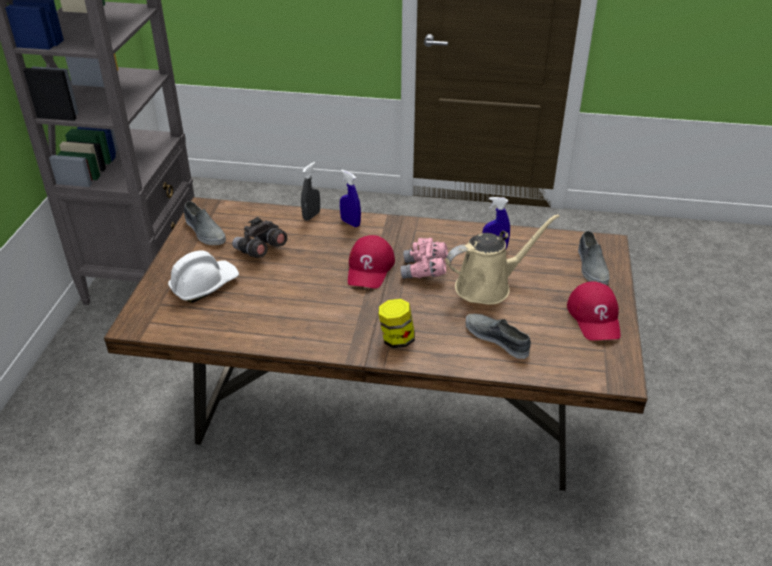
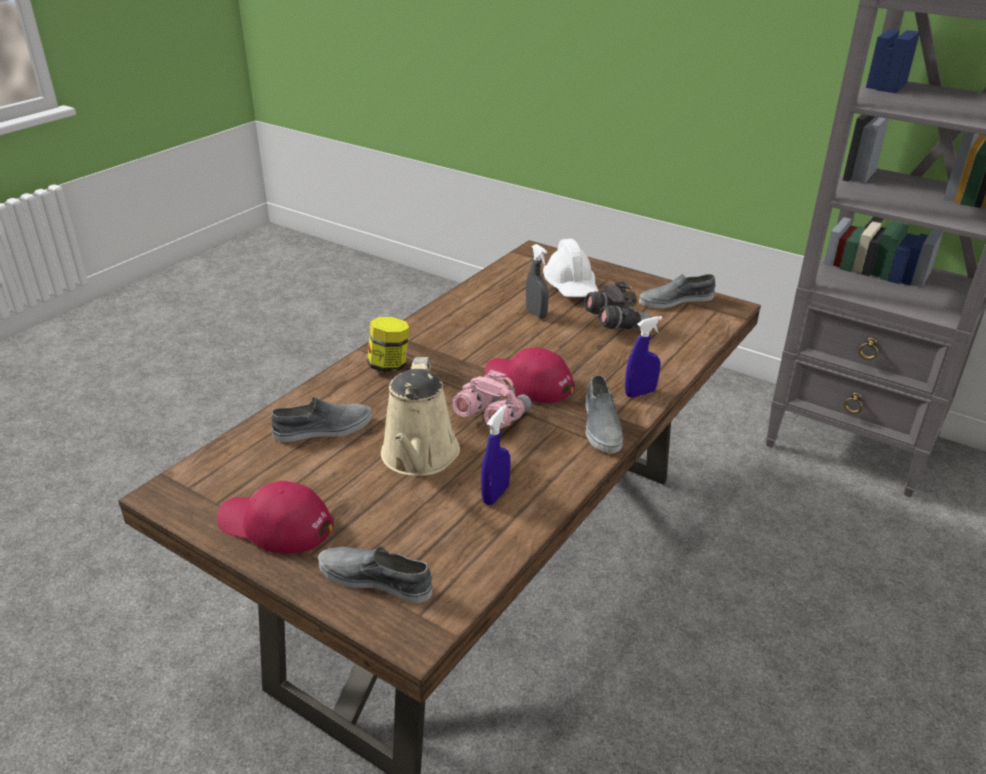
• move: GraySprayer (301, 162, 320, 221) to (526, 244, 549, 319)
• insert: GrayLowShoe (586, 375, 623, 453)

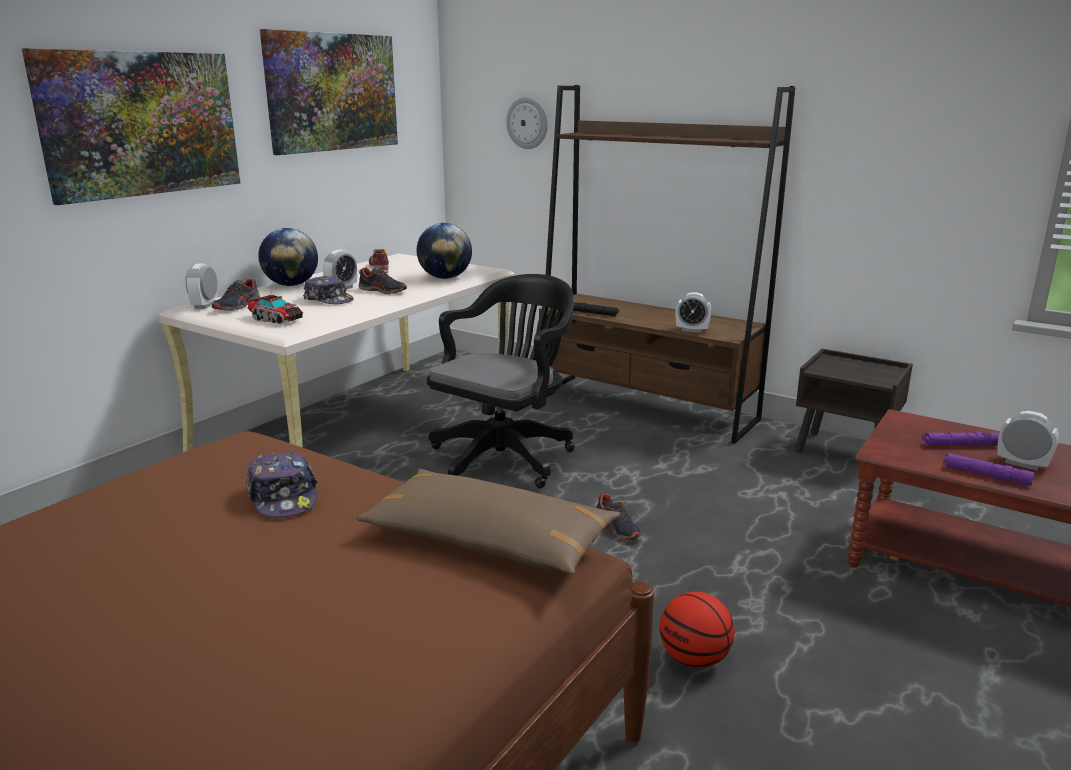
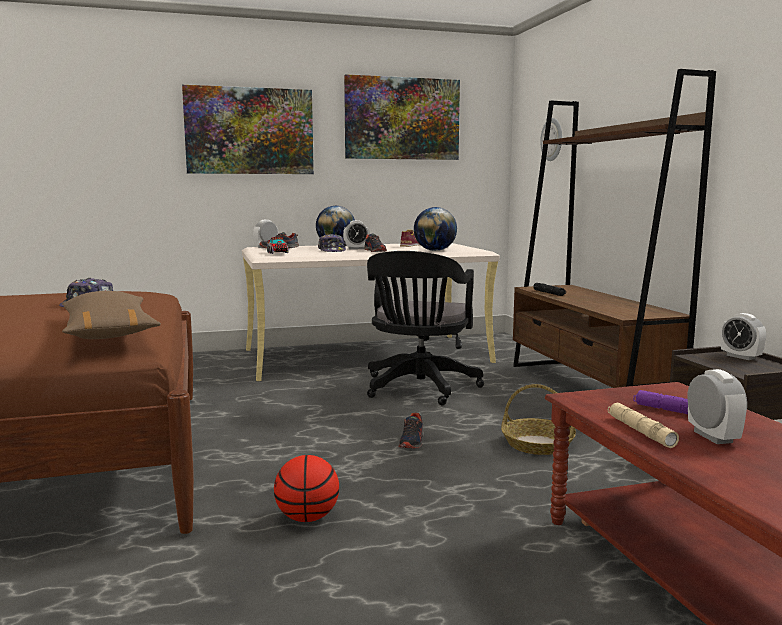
• rotate: BlackOfficeChair (427, 274, 575, 488) = (367, 251, 484, 406) 120 degrees clockwise
• move: TableClock (675, 292, 712, 333) to (721, 313, 766, 360)
• recolor: PurpleFlashlight (943, 453, 1035, 486) to BeigeColouredFlashlight (608, 402, 679, 448)
• insert: HouseholdBasket (501, 384, 576, 455)

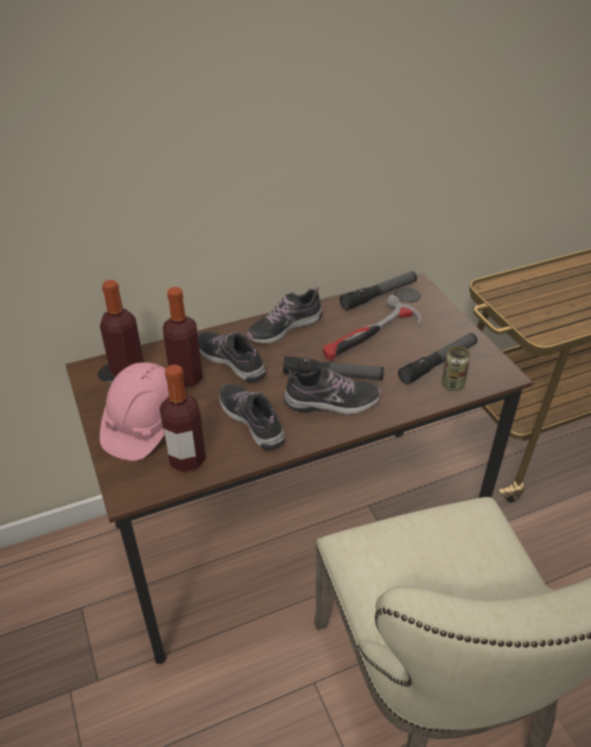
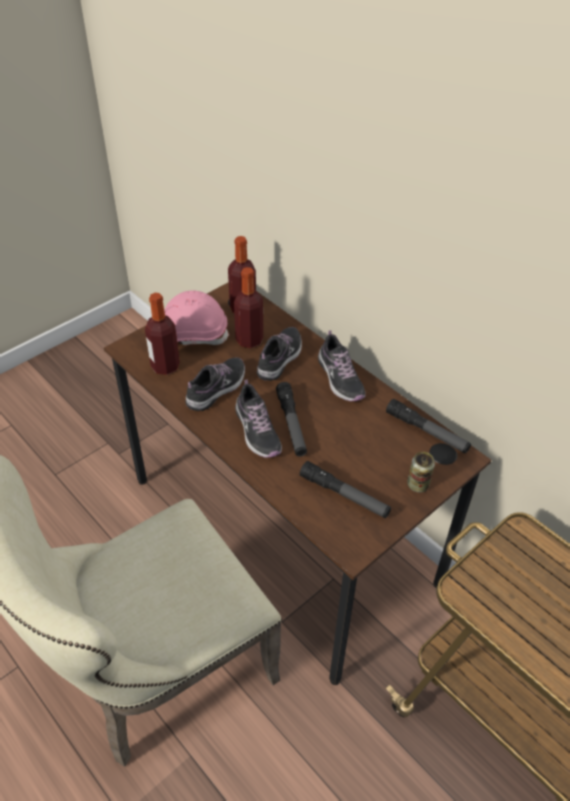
• rotate: LowShoe (247, 286, 323, 344) = (318, 330, 365, 401) 150 degrees counterclockwise
• delete: Hammer (323, 295, 422, 361)
• move: Can (442, 346, 470, 391) to (407, 452, 435, 492)

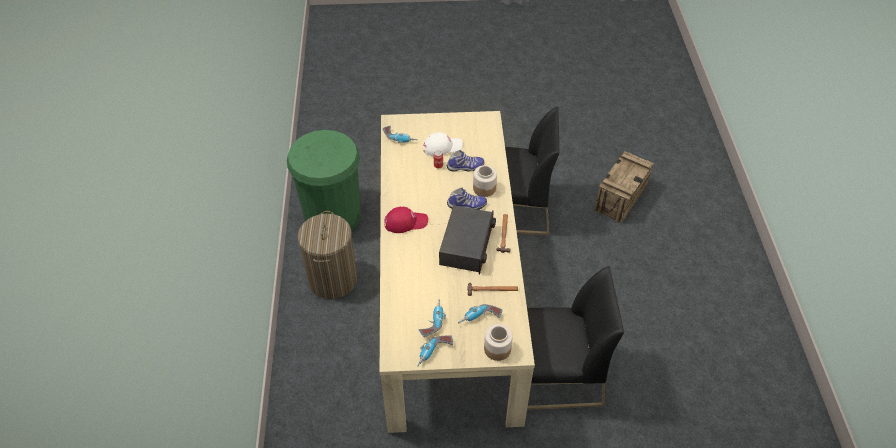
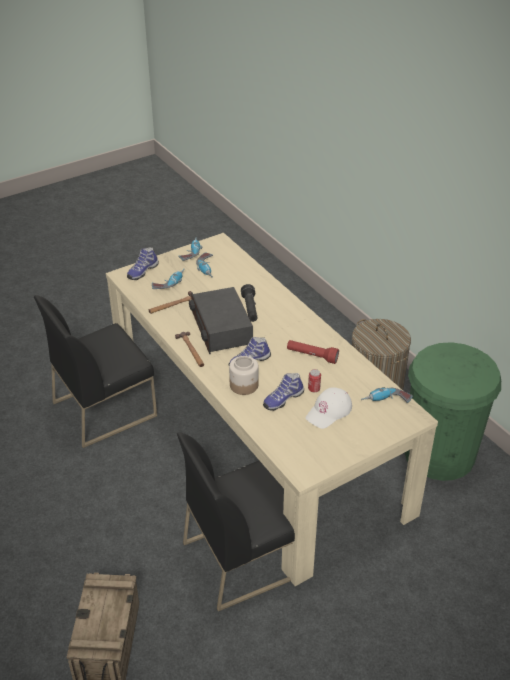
• delete: RedCap (384, 207, 428, 233)
• replace: Jar (484, 324, 513, 361) to LowShoe (127, 247, 159, 280)
• insert: BlackFlashlight (241, 284, 258, 322)
• insert: RedFlashlight (287, 340, 339, 364)

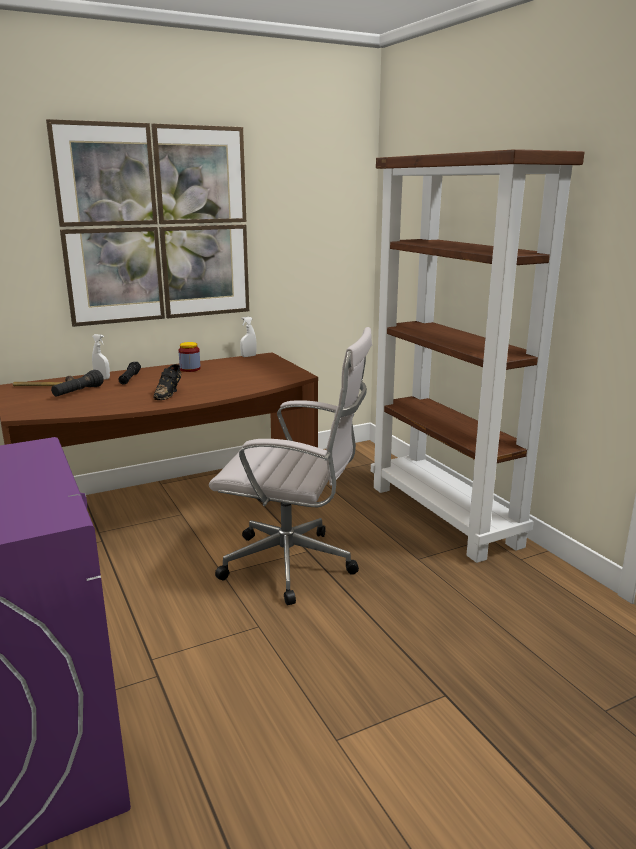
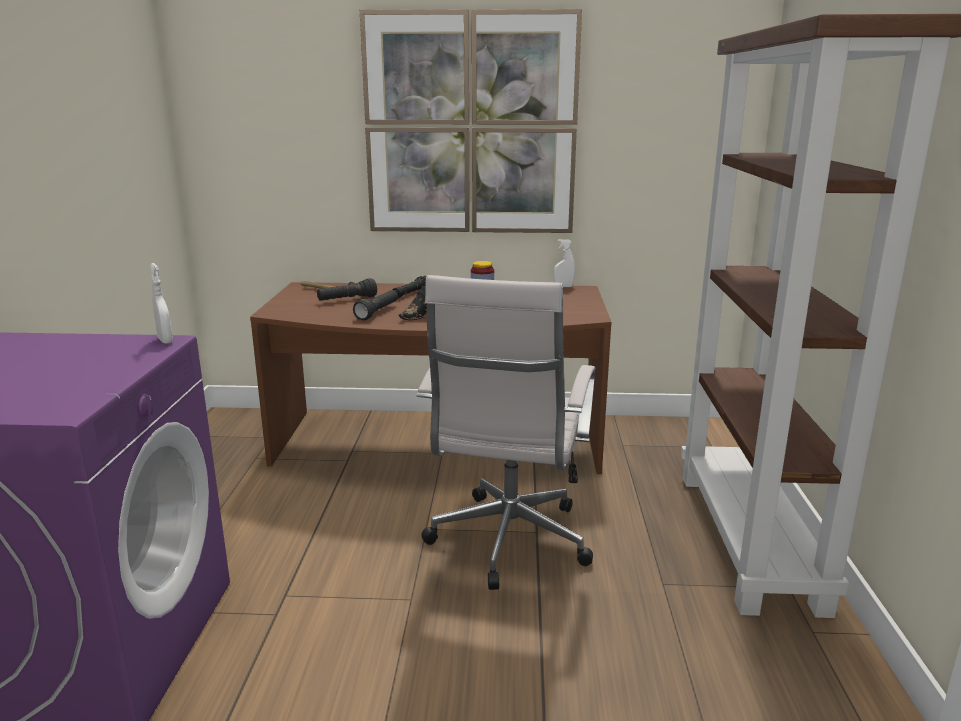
• move: WhiteSprayer (92, 334, 110, 379) to (150, 263, 173, 344)
• rotate: WhiteOfficeChair (209, 327, 372, 605) = (416, 275, 596, 590) 60 degrees clockwise
• insert: BlackFlashlight (353, 290, 398, 320)

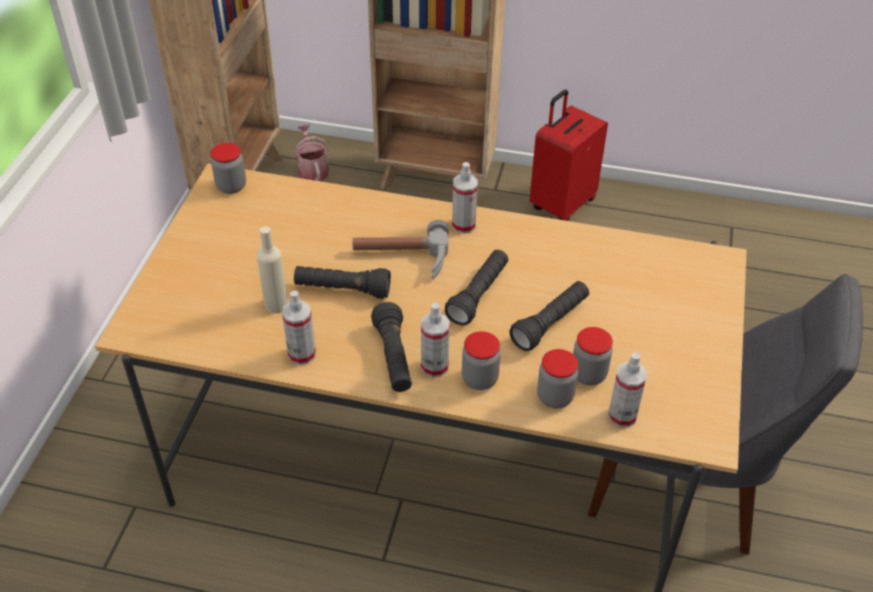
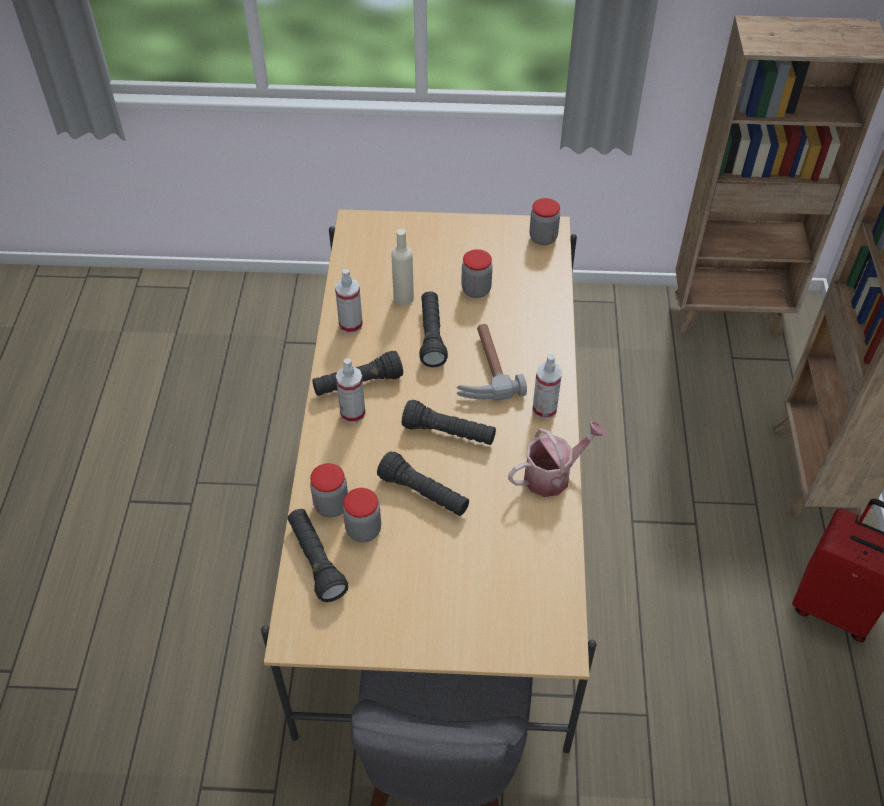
• move: SprinklingCan (295, 124, 329, 181) to (508, 421, 606, 497)
• move: Jar (462, 331, 501, 390) to (461, 249, 493, 298)
• replace: Sprayer (608, 352, 647, 428) to BlackFlashlight (288, 509, 348, 602)

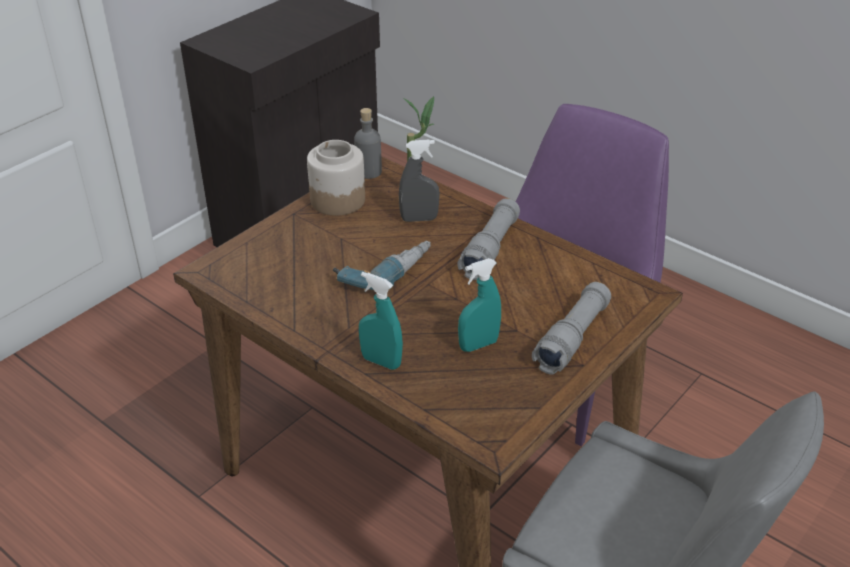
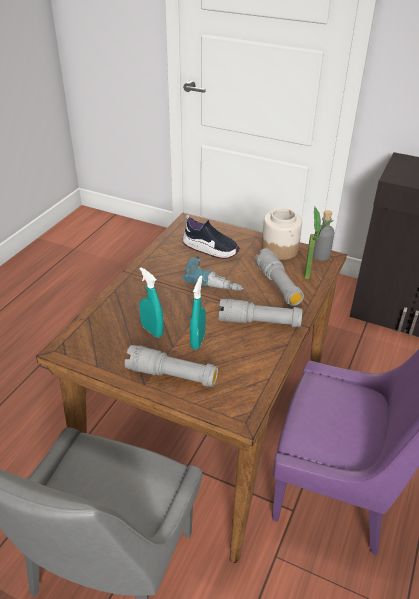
• move: BlueGreenSprayer (359, 272, 403, 370) to (190, 275, 206, 350)
• replace: GraySprayer (399, 139, 440, 222) to GrayFlashlight (255, 248, 304, 306)
• insert: LowShoe (182, 215, 240, 259)

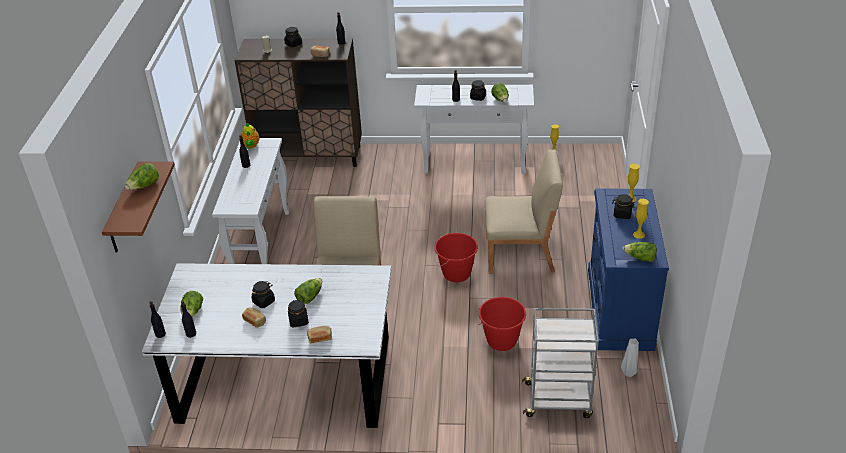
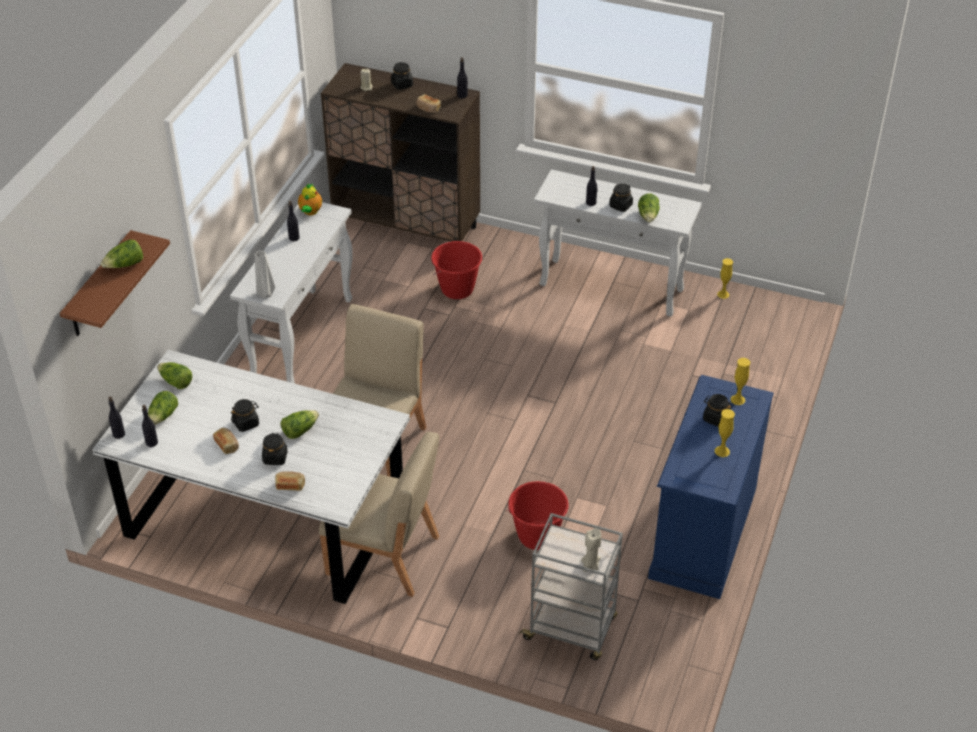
• move: RedPail (434, 233, 478, 282) to (431, 241, 482, 299)
• move: BeigeColouredPlainChair (485, 149, 563, 274) to (319, 432, 439, 597)
• move: GrayFlowerVase (621, 339, 639, 377) to (255, 250, 275, 298)
• move: Lettuce (623, 242, 657, 262) to (157, 362, 192, 389)
• insert: BeigeColouredCandle (581, 528, 601, 572)

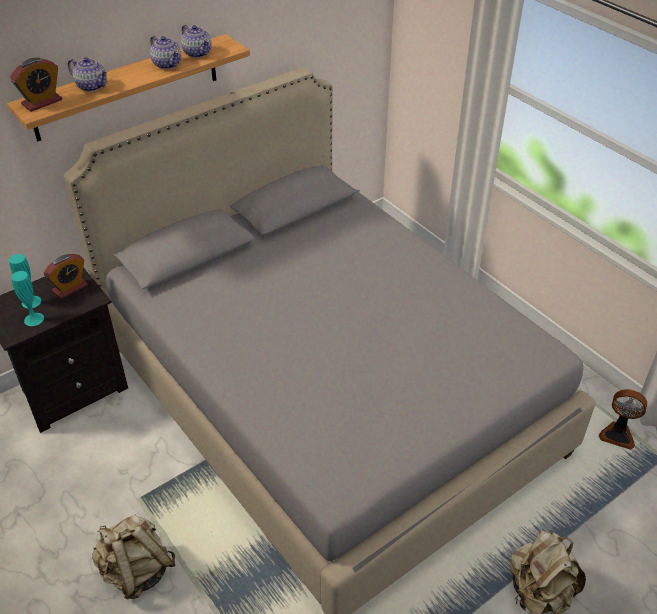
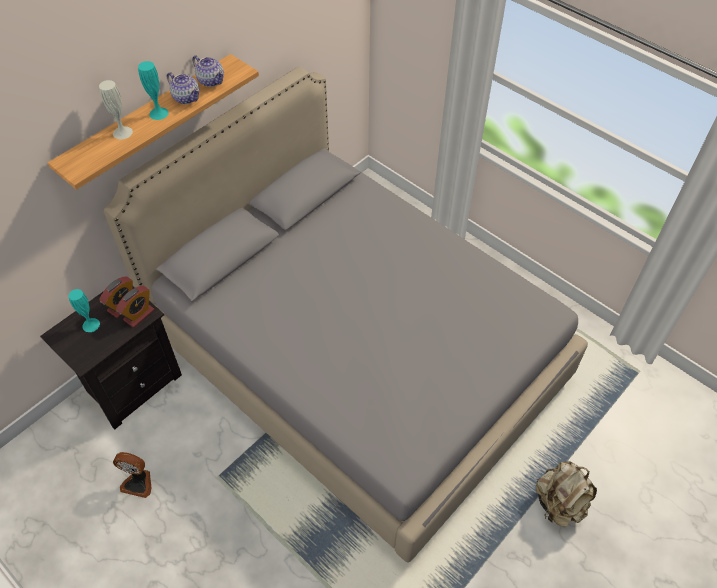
• move: TableClock (10, 58, 62, 112) to (116, 286, 154, 328)
• move: BlueGreenFlowerVase (11, 271, 44, 326) to (138, 61, 169, 120)
• replace: Teapot (68, 57, 108, 92) to WhiteFlowerVase (99, 80, 133, 139)
• delete: BeigeColouredRucksack (92, 514, 175, 599)
• move: ElectricFan (599, 389, 647, 450) to (113, 452, 151, 498)

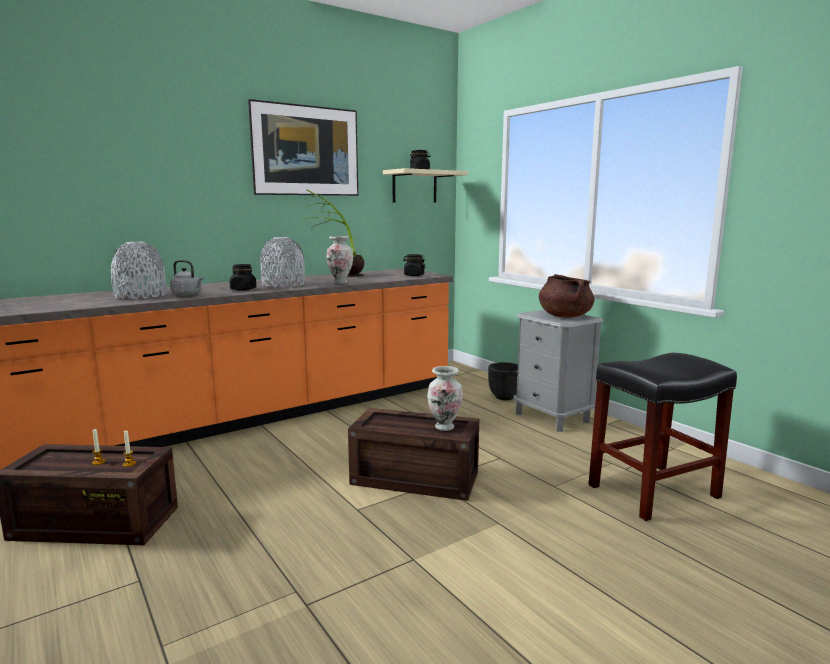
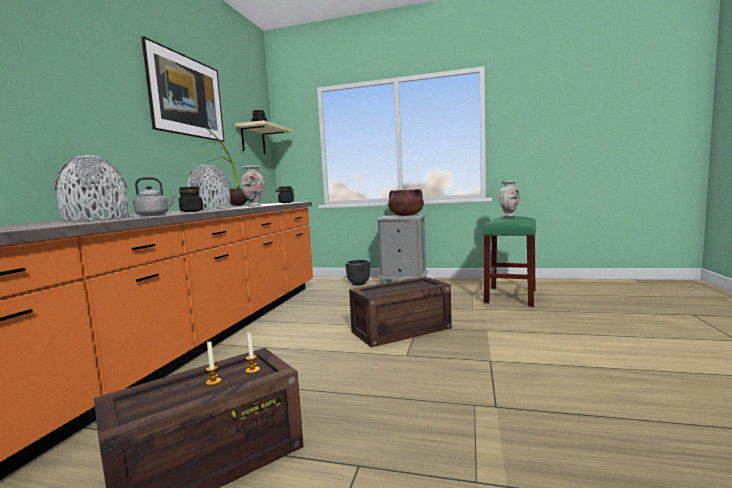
• move: FlowerVase (427, 366, 463, 431) to (498, 181, 520, 217)
• recolor: BlackStool (589, 353, 737, 521) to GreenishStool (483, 216, 536, 307)

